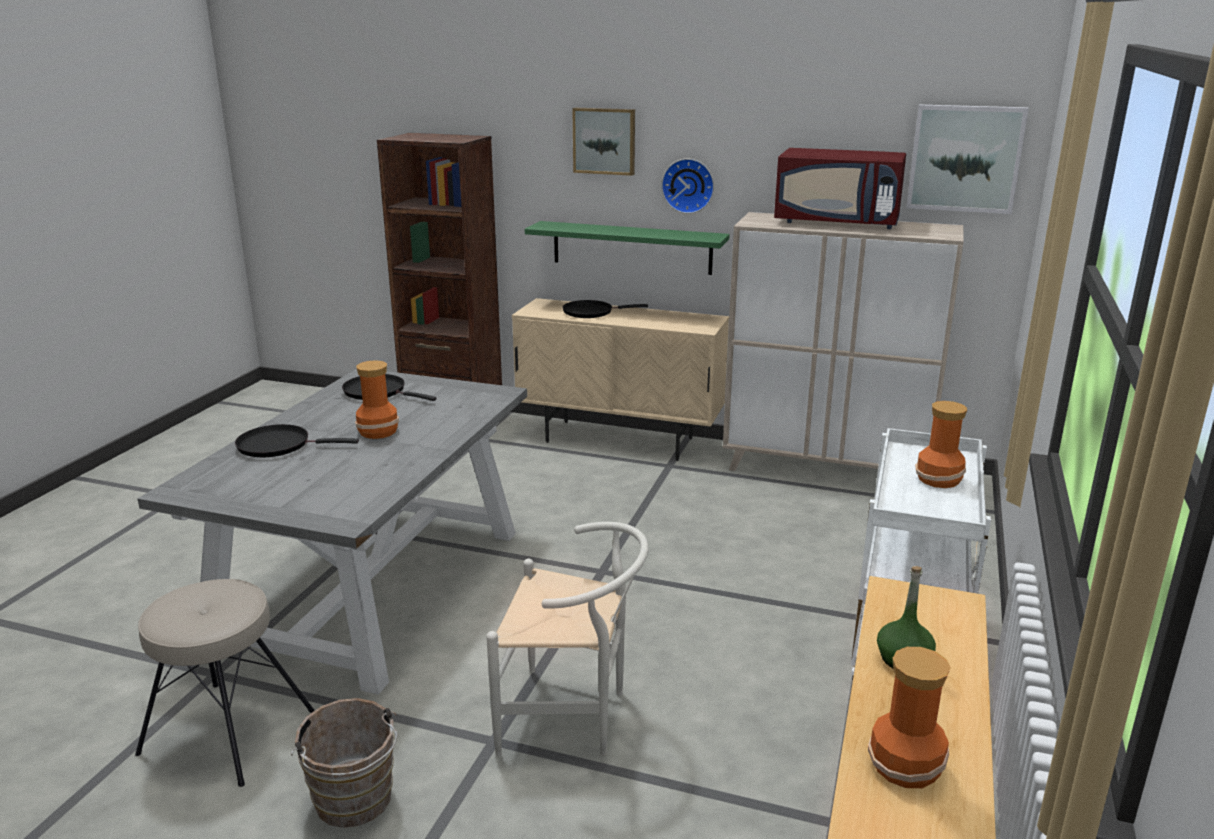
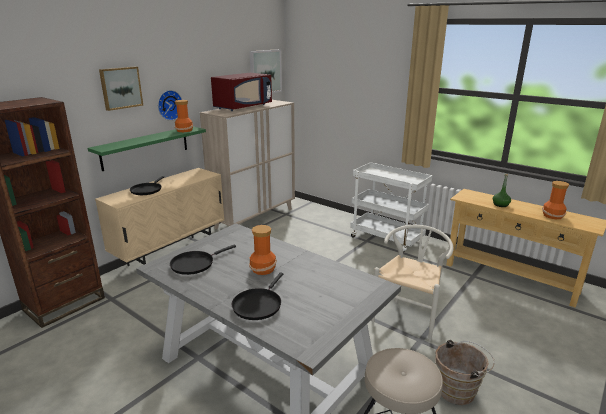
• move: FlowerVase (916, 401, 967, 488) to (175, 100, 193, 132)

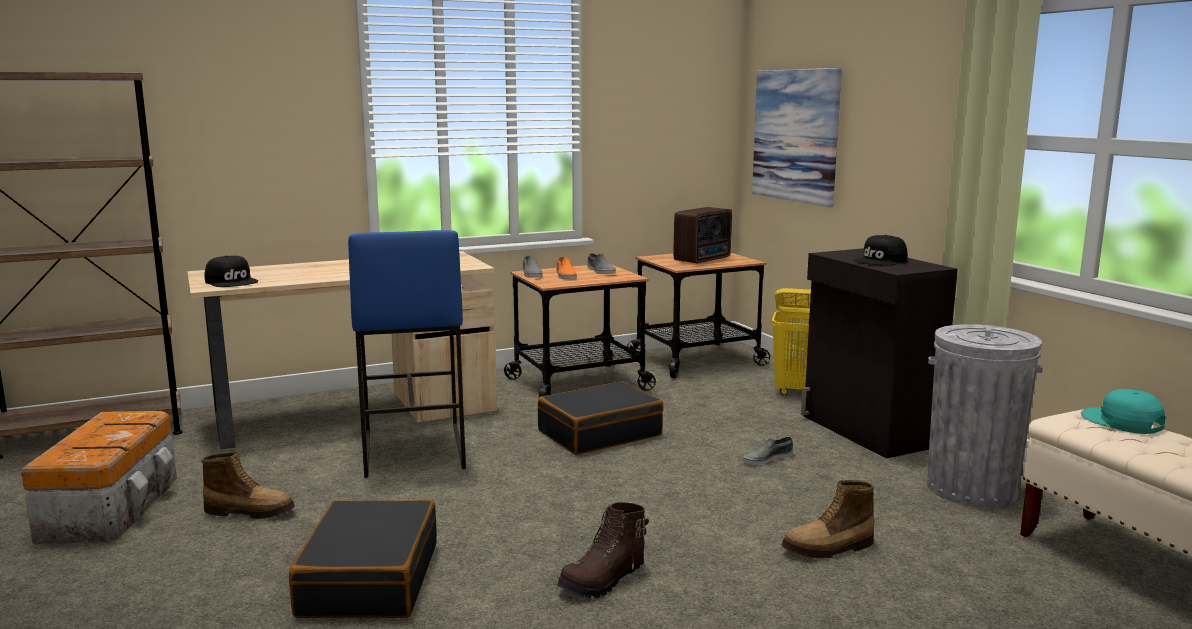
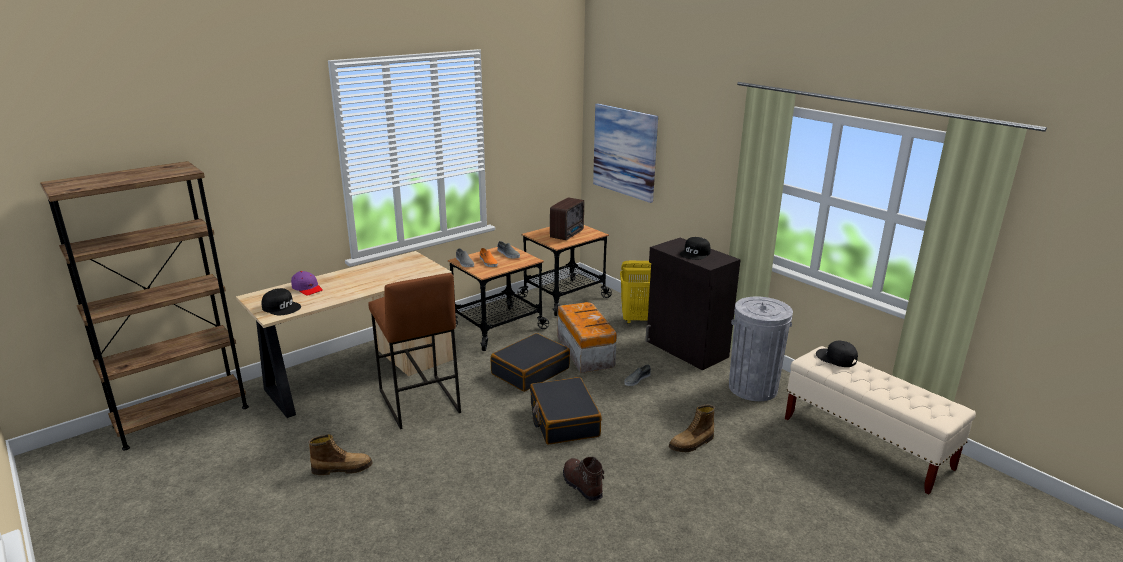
• move: StorageBin (21, 411, 177, 544) to (557, 302, 617, 373)
• move: BlackPieceOfLuggage (289, 500, 437, 618) to (530, 377, 602, 445)
• recolor: BlueStool (348, 230, 466, 478) to BrownStool (368, 273, 461, 429)
• rotate: BrownBoot (557, 502, 649, 598) = (563, 457, 604, 501) 120 degrees clockwise
• recolor: BlueGreenCap (1081, 389, 1165, 434) to BlackCap (816, 341, 858, 367)
• insert: PurpleCap (291, 271, 323, 296)

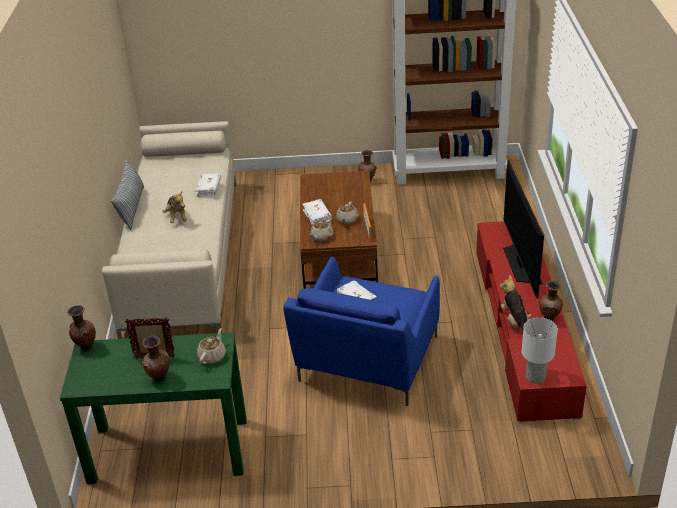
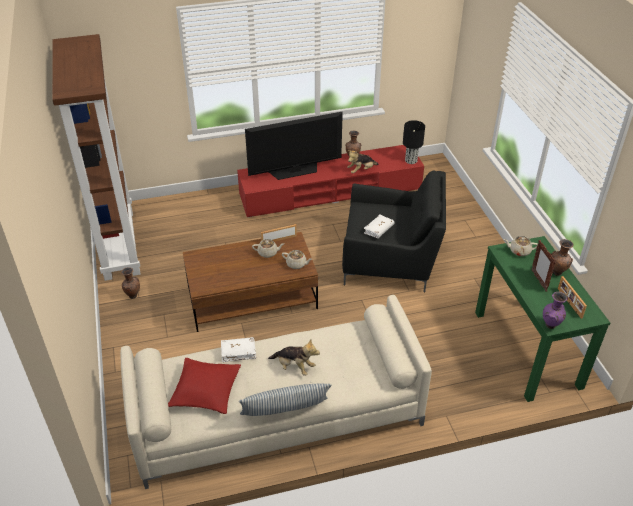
• recolor: BrownFlowerVase (67, 305, 96, 351) to PurpleFlowerVase (543, 292, 568, 329)
• rotate: PlushToy (163, 191, 187, 223) = (268, 340, 320, 376) 60 degrees clockwise
• recolor: BlueEasyChair (283, 256, 440, 406) to BlackEasyChair (342, 171, 446, 292)
• delete: WhiteBook (302, 199, 332, 226)
• recolor: WhiteTabletopLamp (522, 317, 558, 384) to BlackTabletopLamp (403, 120, 425, 164)
• insert: RedCushion (168, 358, 241, 414)
• insert: PictureFrame (558, 276, 587, 319)

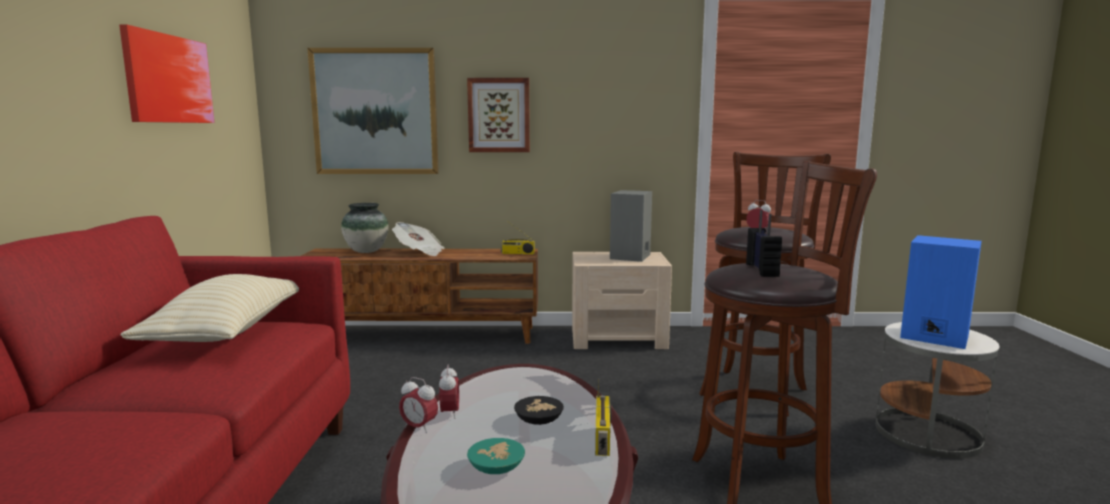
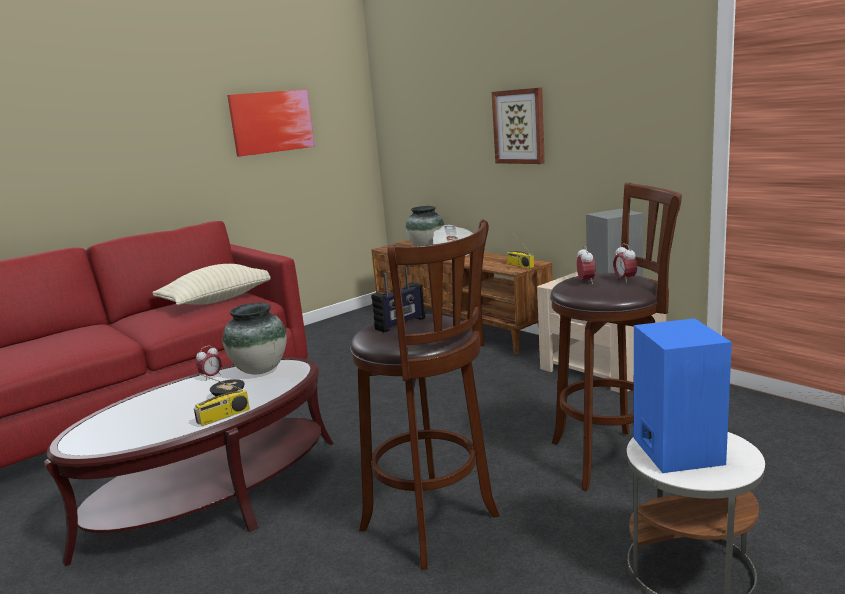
• delete: WallPicture (307, 48, 439, 174)
• move: TableClock (399, 377, 438, 433) to (613, 243, 637, 283)
• delete: BlueGreenBowl (467, 438, 525, 474)
• insert: FlowerVase (223, 303, 287, 374)

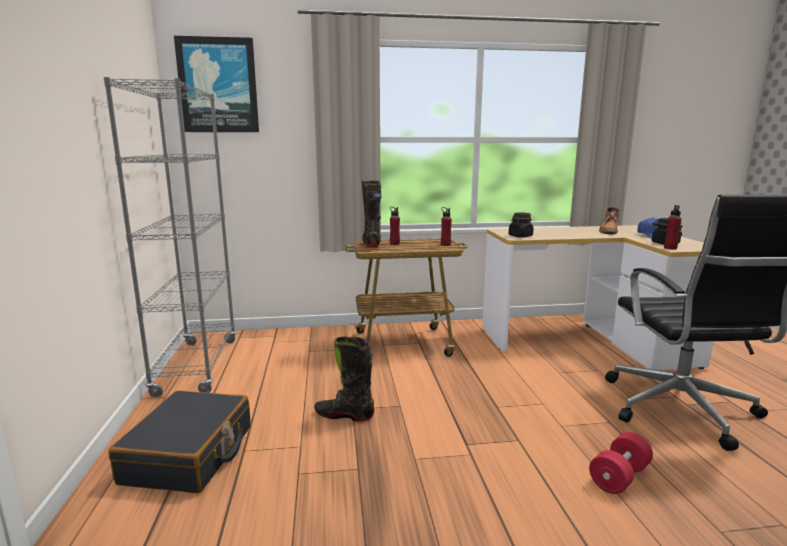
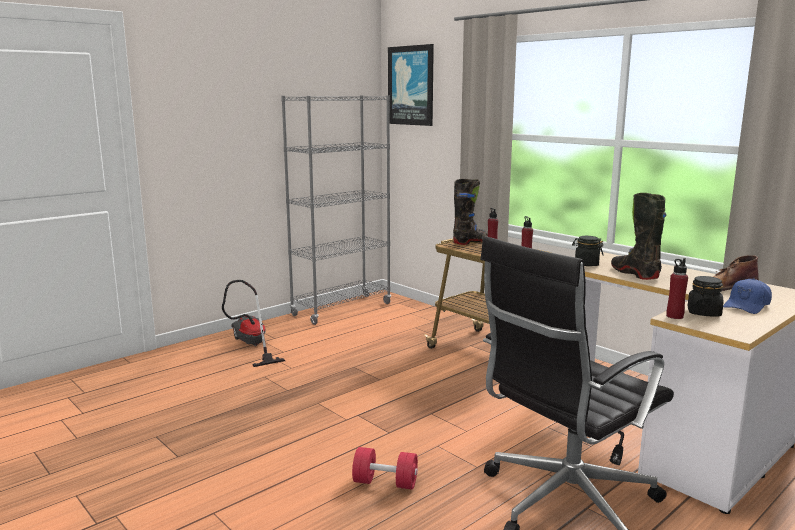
• replace: BlackPieceOfLuggage (108, 391, 251, 493) to VacuumCleaner (222, 280, 285, 367)
• move: BlackBoot (314, 336, 374, 422) to (611, 193, 667, 280)

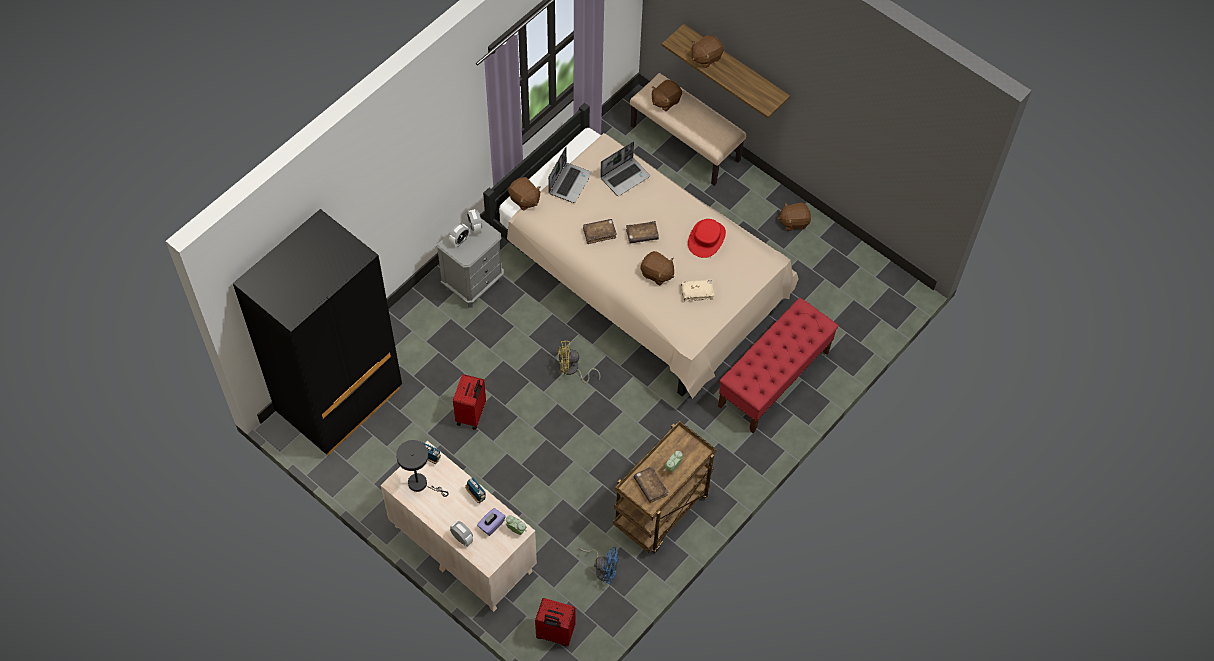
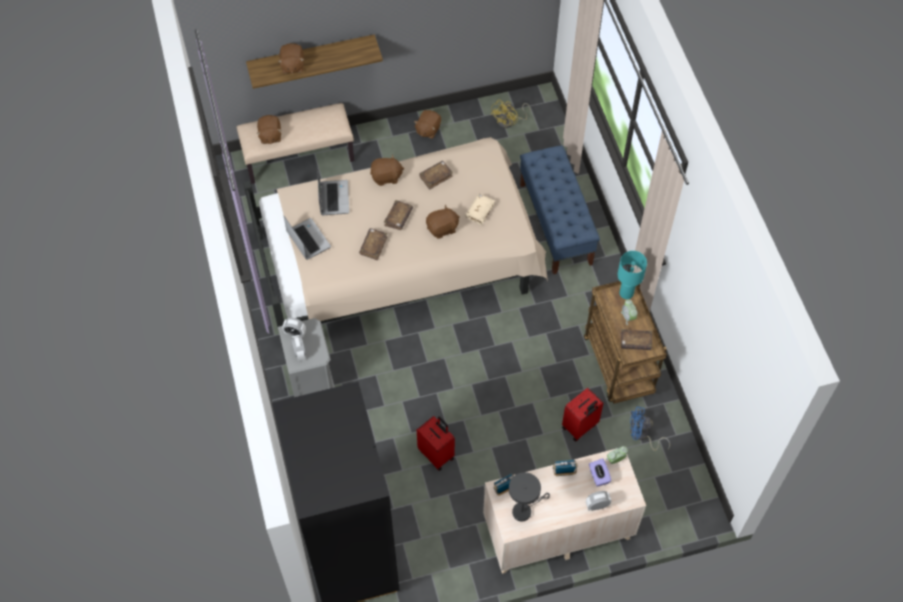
• move: BrownPlushToy (508, 177, 540, 211) to (370, 155, 404, 186)
• move: RedPieceOfLuggage (535, 598, 576, 646) to (562, 388, 603, 442)
• move: YellowColouredElectricFan (558, 340, 601, 383) to (490, 100, 531, 128)
• rotate: BlueElectricFan (579, 547, 619, 584) = (630, 406, 670, 451) 135 degrees counterclockwise
• replace: RedClothingHat (688, 219, 726, 258) to BrownBook (419, 161, 453, 190)
• recolor: RedLongSeat (718, 298, 839, 433) to BlueLongSeat (520, 145, 600, 274)
• insert: BlueGreenTabletopLamp (617, 251, 647, 299)

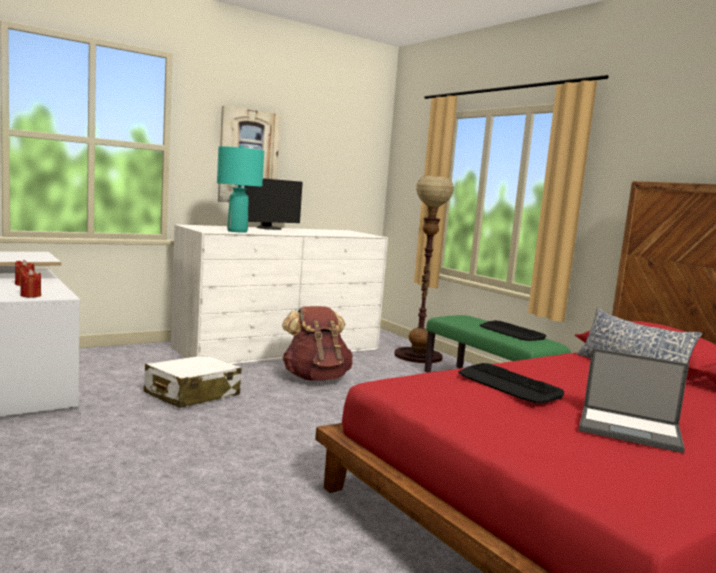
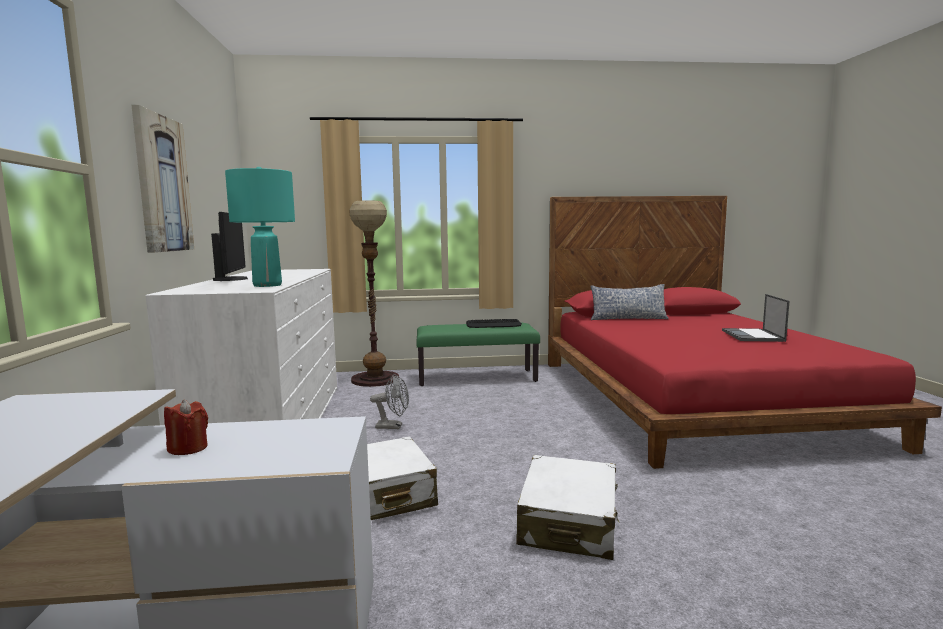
• delete: RedCandle (20, 269, 41, 298)
• replace: BrownRucksack (282, 306, 353, 381) to GrayElectricFan (370, 374, 409, 429)
• delete: PcKeyboard (458, 363, 564, 403)
• rotate: Laptop (579, 348, 689, 453) = (722, 294, 789, 342) 135 degrees clockwise
• insert: WhitePieceOfLuggage (516, 455, 620, 560)

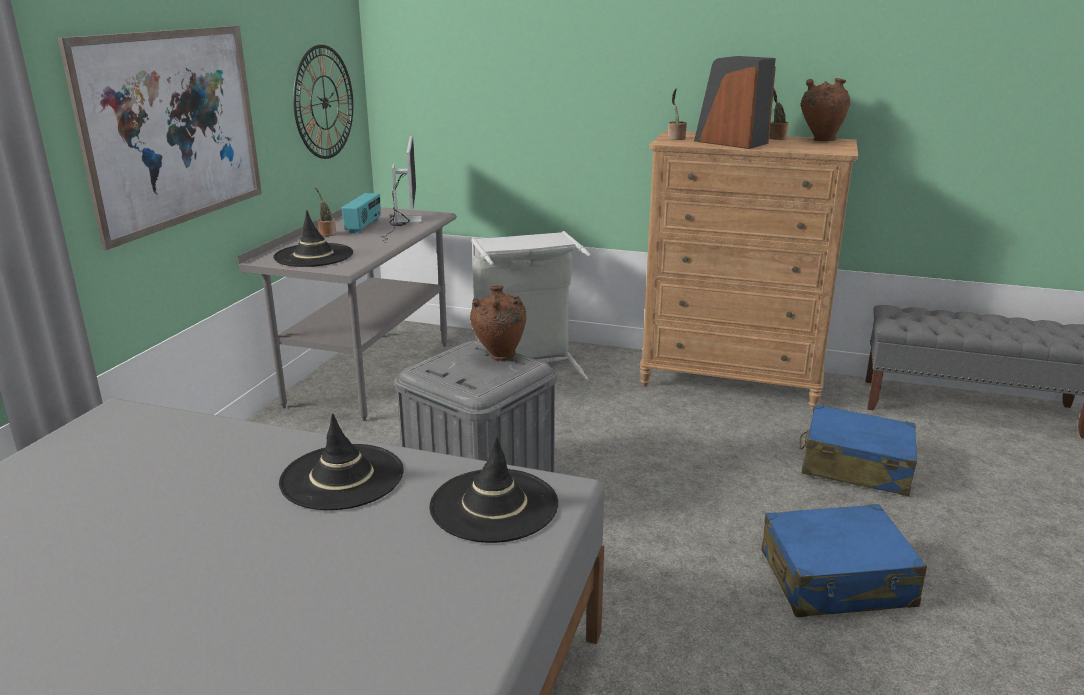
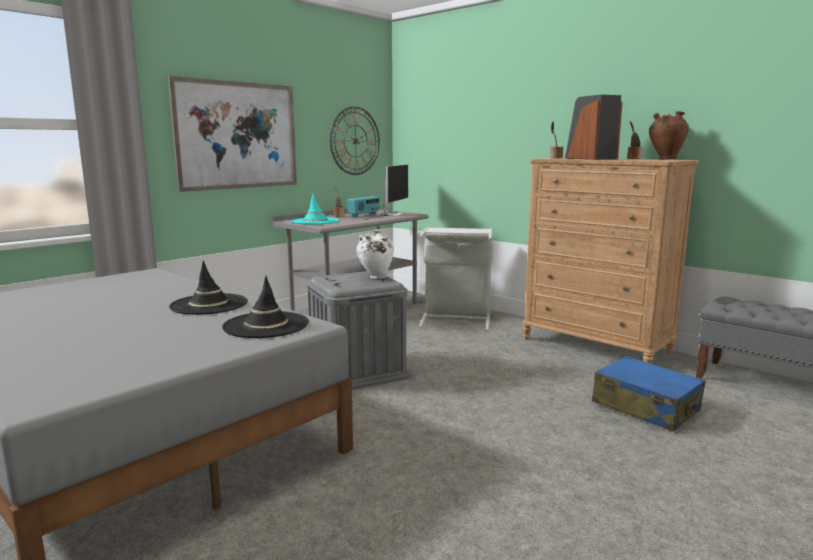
• recolor: BlackClothingHat (273, 210, 353, 267) to BlueGreenClothingHat (291, 193, 339, 224)
• recolor: BrownFlowerVase (470, 285, 526, 361) to WhiteFlowerVase (356, 230, 394, 279)
• delete: BluePieceOfLuggage (761, 504, 927, 617)

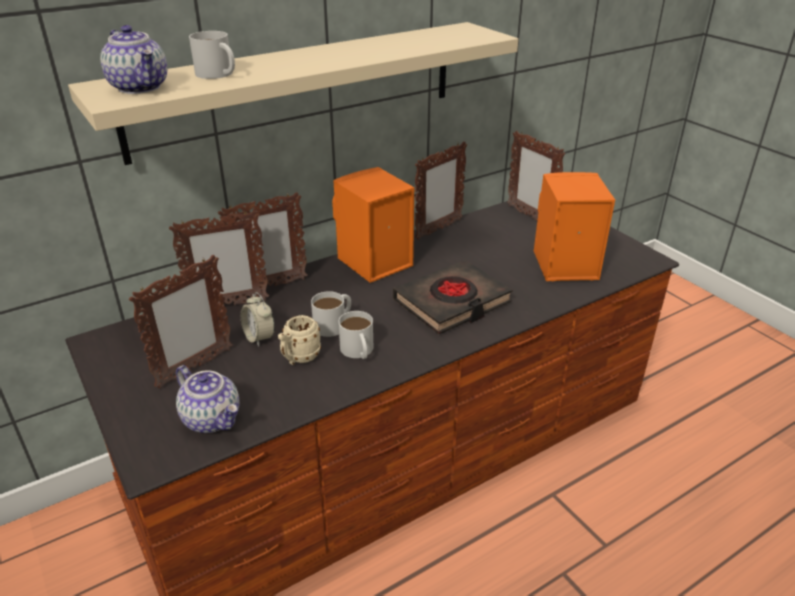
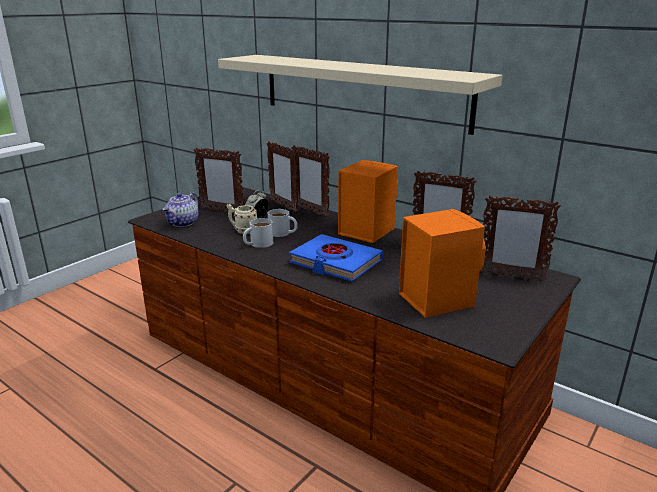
• delete: Teapot (100, 25, 167, 94)
• delete: WhiteTeaMug (189, 31, 235, 79)
• recolor: BlackBook (393, 260, 513, 334) to BlueBook (289, 234, 383, 281)
• rotate: PictureFrame (507, 131, 565, 221) = (481, 195, 561, 282) 105 degrees counterclockwise

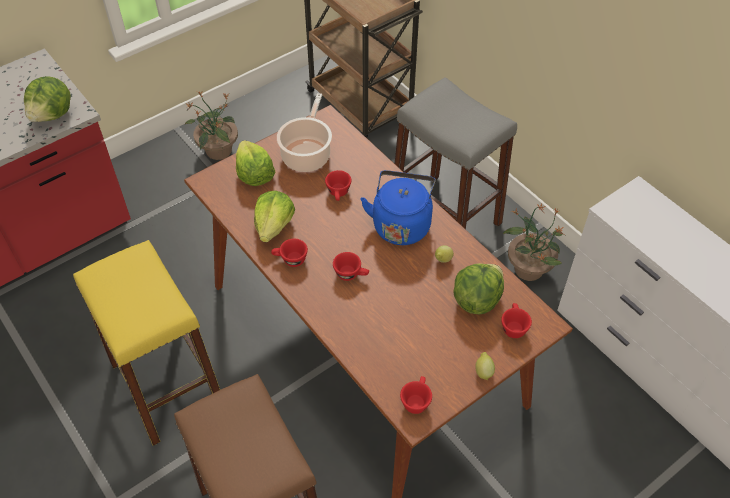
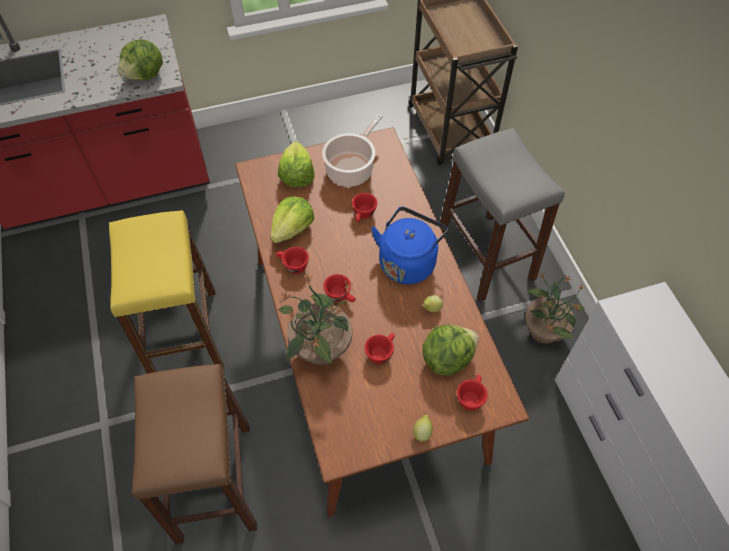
• move: Houseplant (185, 91, 238, 160) to (278, 274, 352, 365)
• move: RedDrinkingCup (400, 376, 432, 414) to (365, 333, 395, 364)

